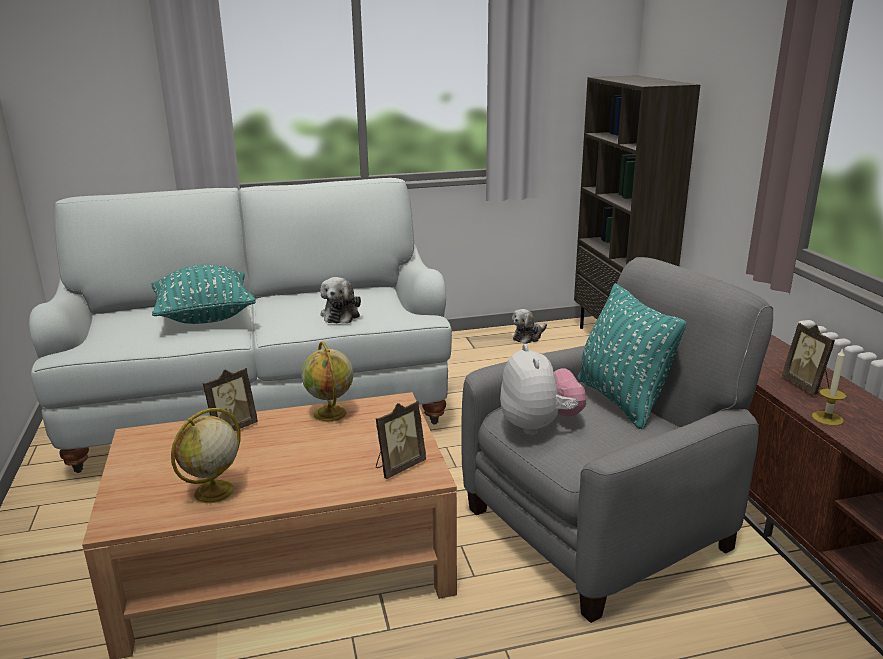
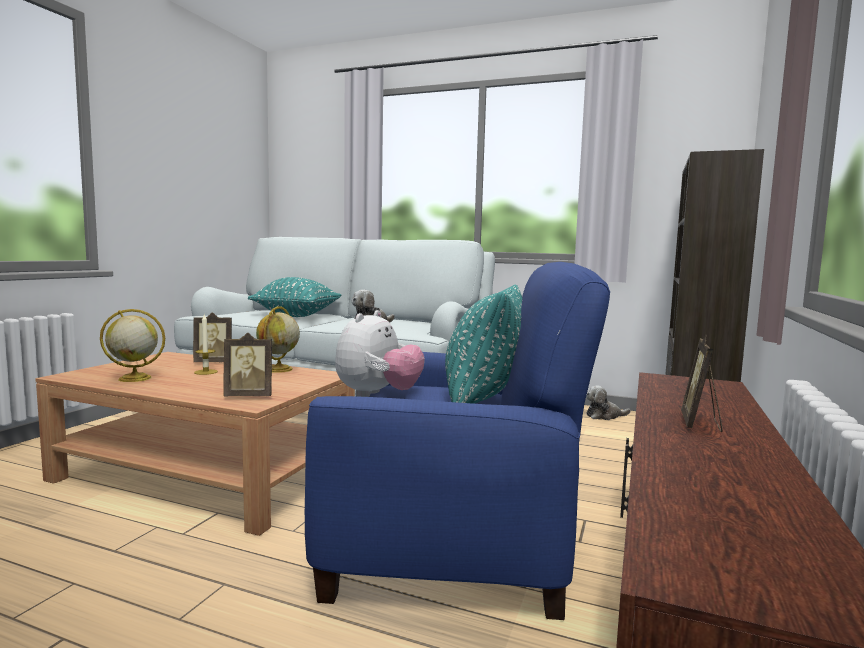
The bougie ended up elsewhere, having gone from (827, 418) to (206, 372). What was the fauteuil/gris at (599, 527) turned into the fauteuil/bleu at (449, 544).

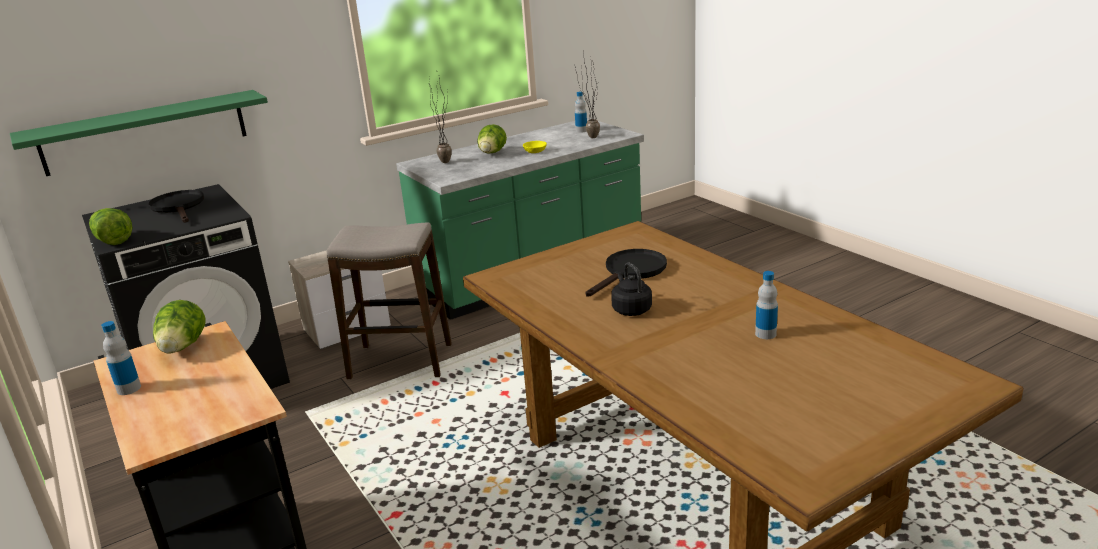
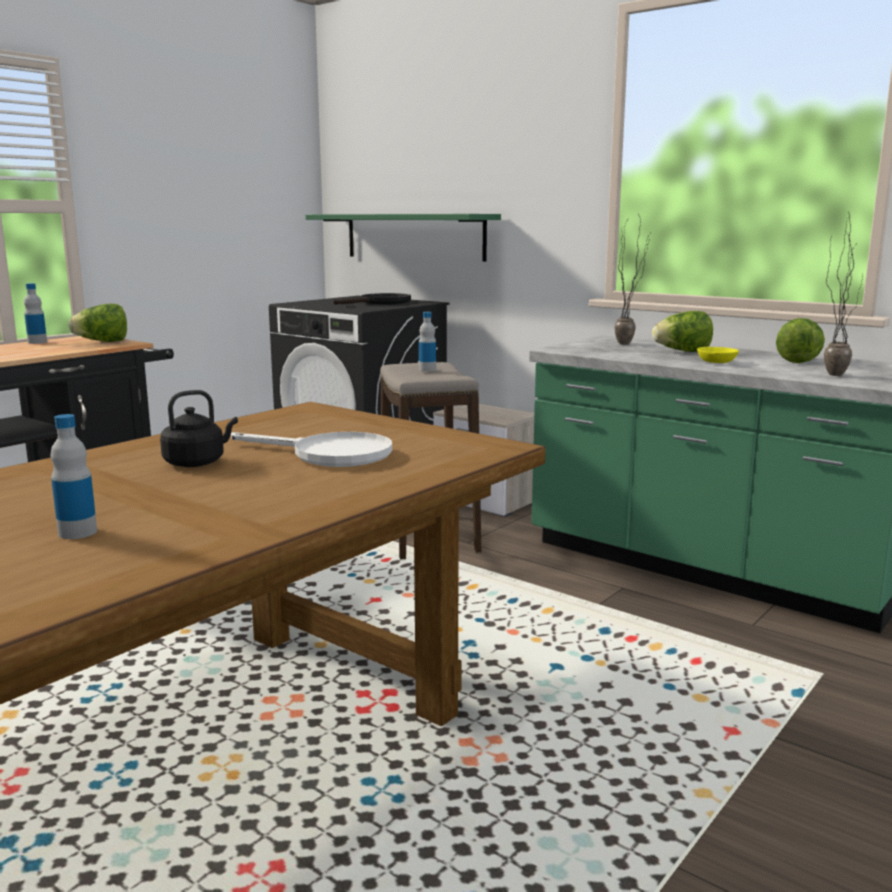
What was the poêle/noir at (631, 272) turned into the poêle/blanc at (329, 454). The bouteille ended up elsewhere, having gone from (581, 130) to (427, 369). The laitue ended up elsewhere, having gone from (113, 241) to (797, 360).

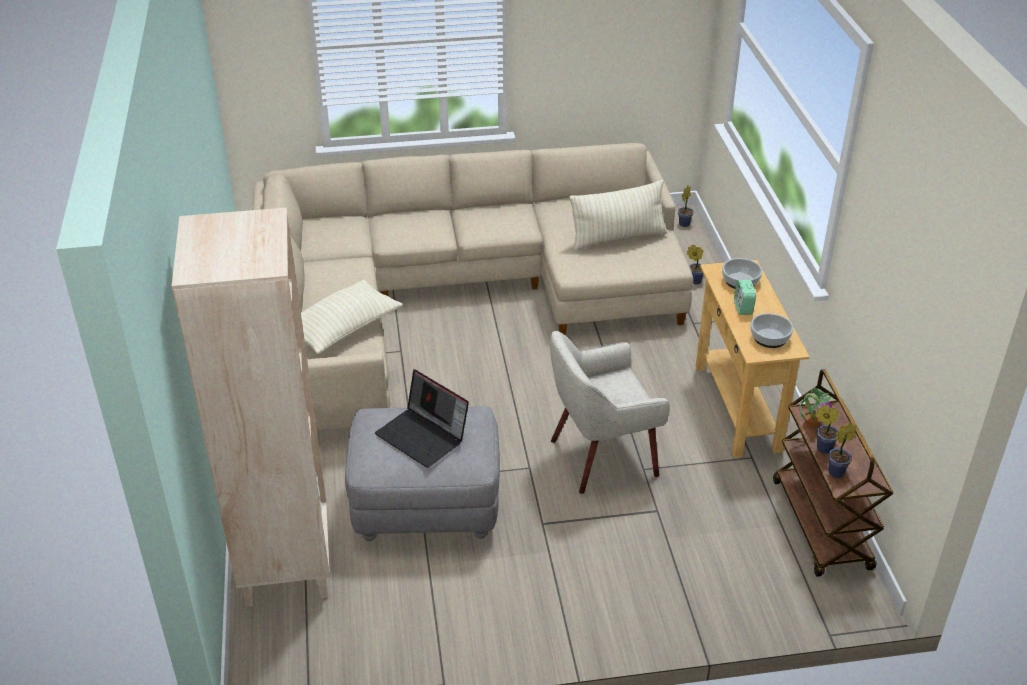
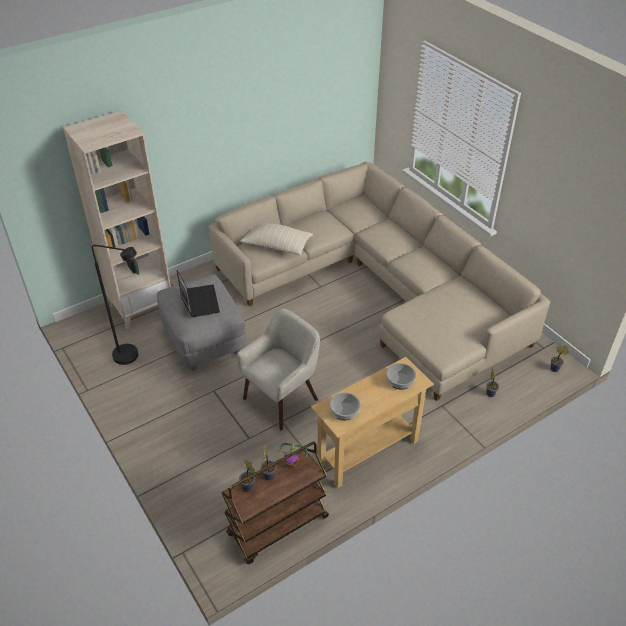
The second view gained the lampadaire/noir at (132, 356). The ordinateur portable at (423, 436) ended up facing another way, 150 degrees clockwise from before. The fauteuil/beige at (601, 456) ended up facing another way, 90 degrees clockwise from before. The second view lost the coussin/beige at (617, 238). The second view lost the réveil at (743, 308).

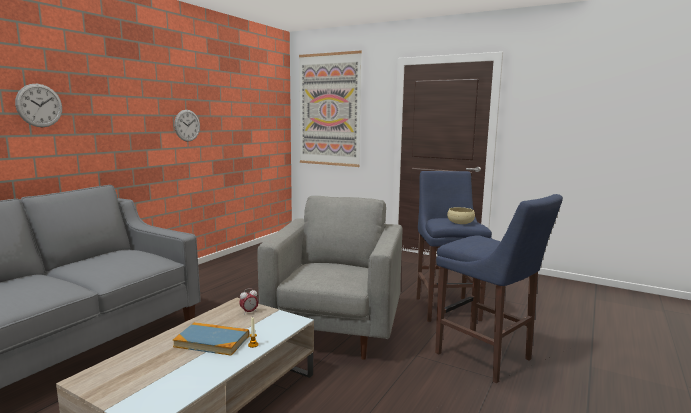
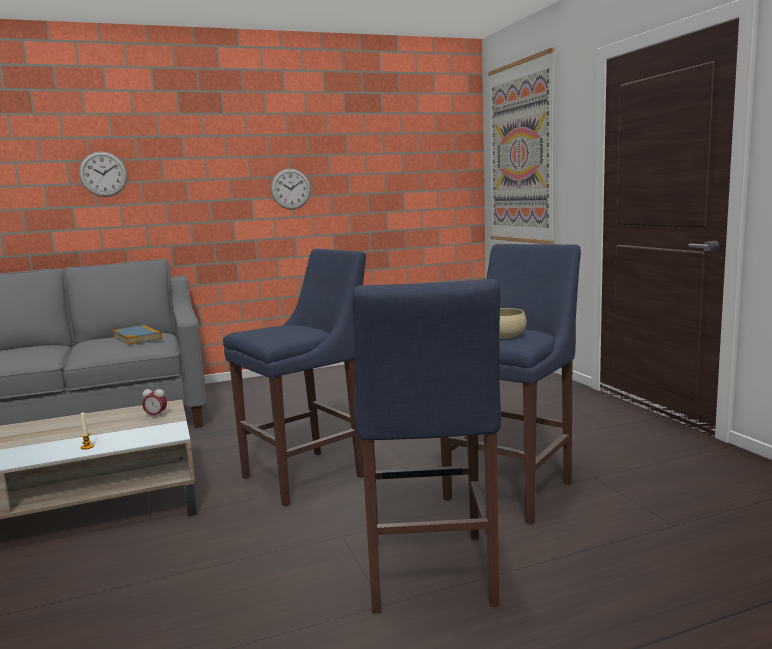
The livre ended up elsewhere, having gone from (212, 341) to (137, 337). Where the fauteuil/gris stood at (335, 330), the tabouret/bleu came to stand at (309, 475).

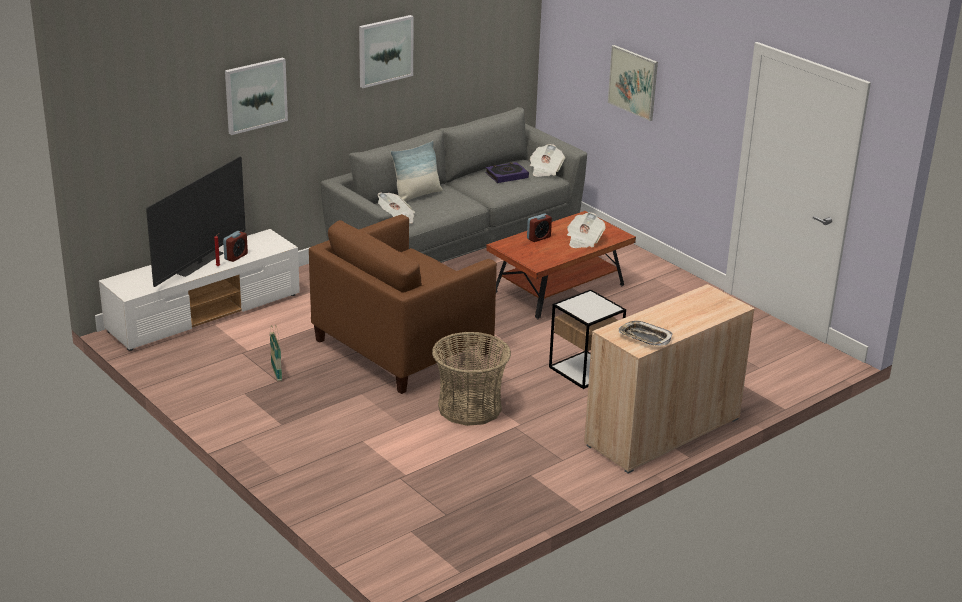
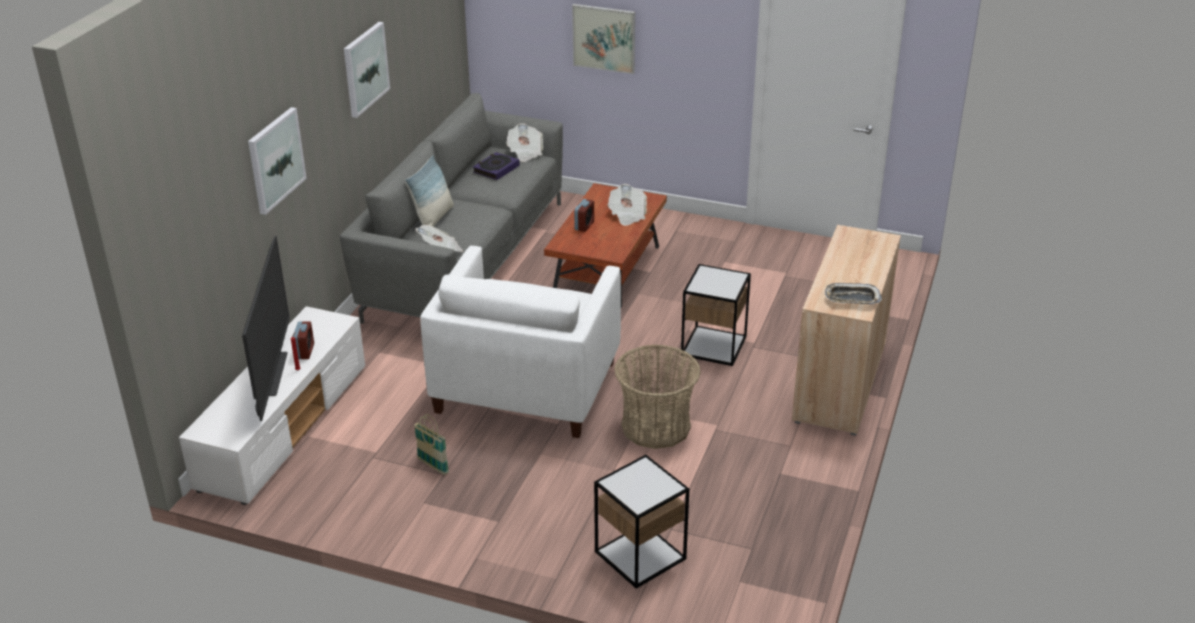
What was the fauteuil/marron at (402, 346) turned into the fauteuil/blanc at (526, 386). The second view gained the table d'appoint at (640, 555).

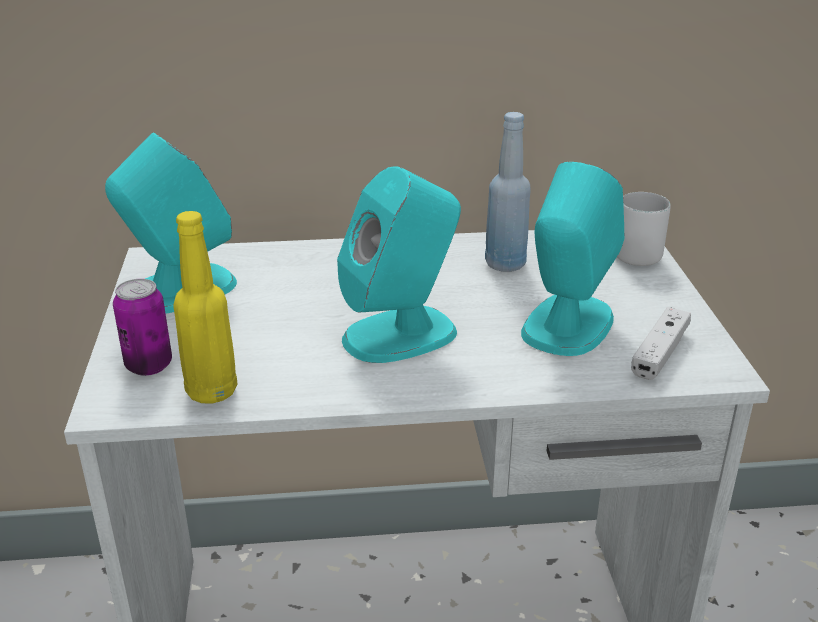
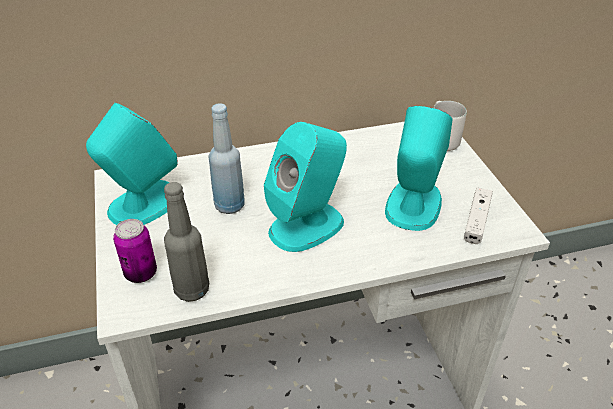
What was the bouteille/jaune at (211, 391) turned into the bouteille/gris at (191, 290). The bouteille/bleu ended up elsewhere, having gone from (505, 264) to (229, 206).

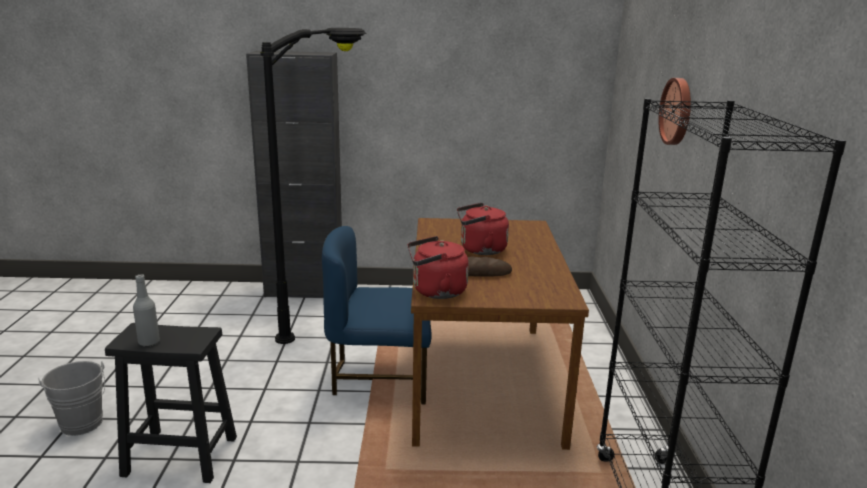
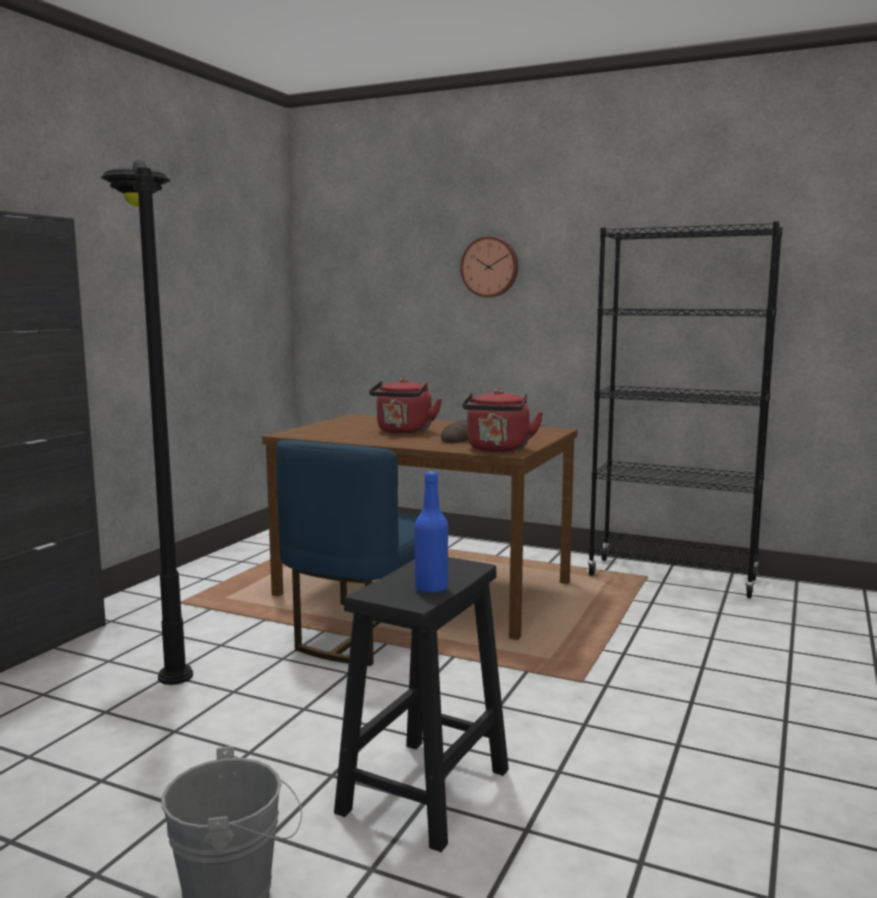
What was the bouteille/gris at (149, 342) turned into the bouteille/bleu at (431, 588).

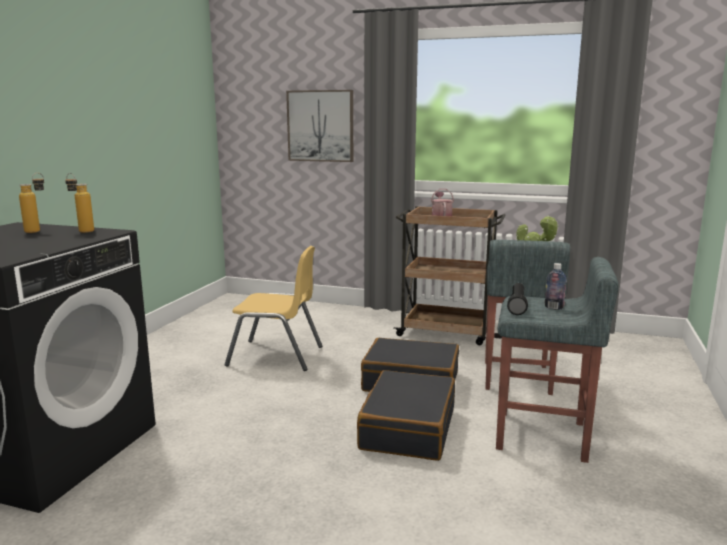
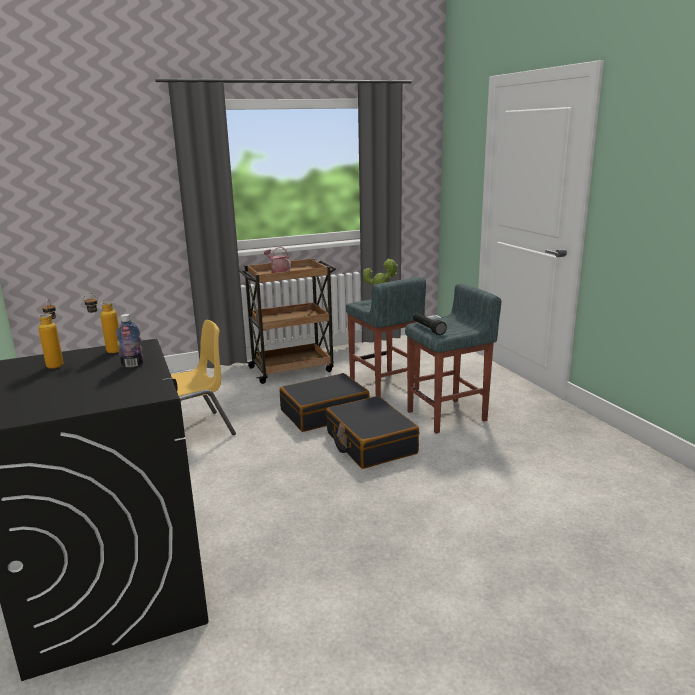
The bouteille ended up elsewhere, having gone from (554, 307) to (132, 365). The second view lost the tableau at (320, 126).

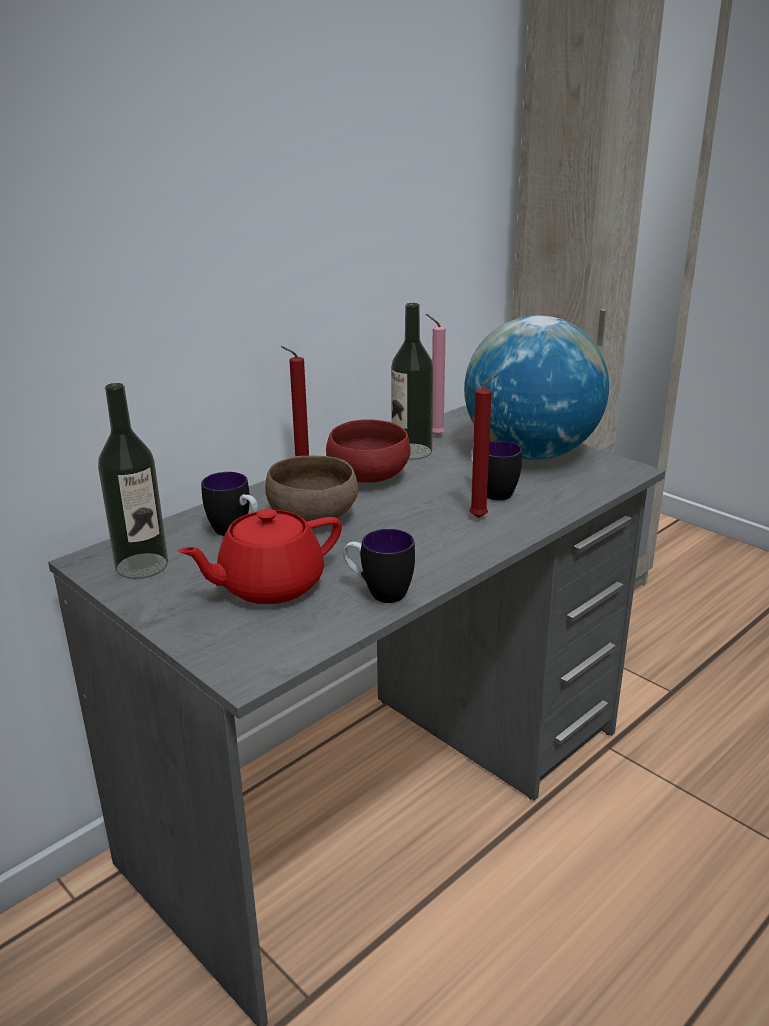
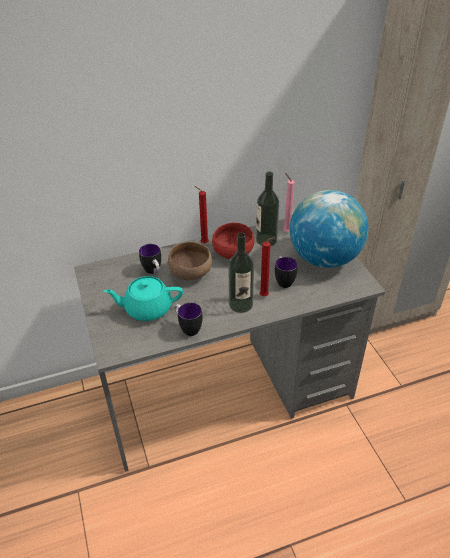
What was the théière/rouge at (269, 586) turned into the théière/turquoise at (147, 309). The bouteille ended up elsewhere, having gone from (142, 566) to (241, 304).

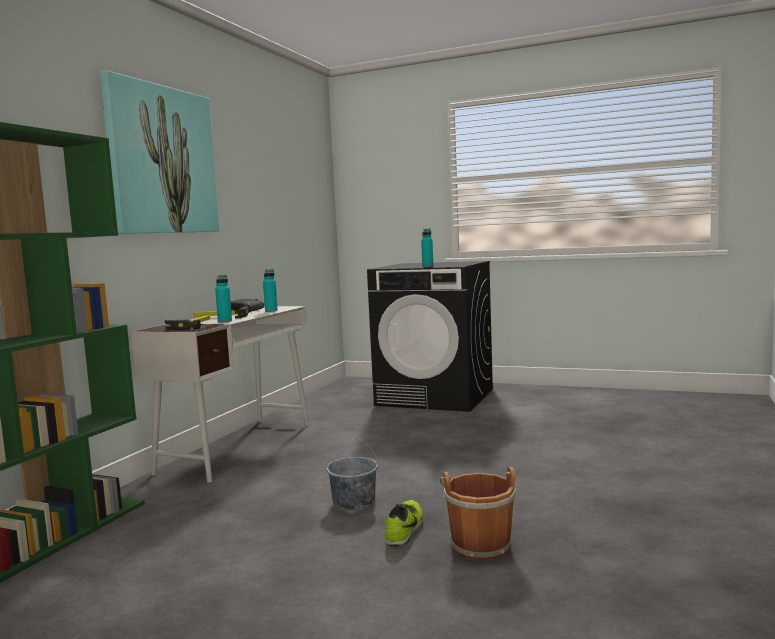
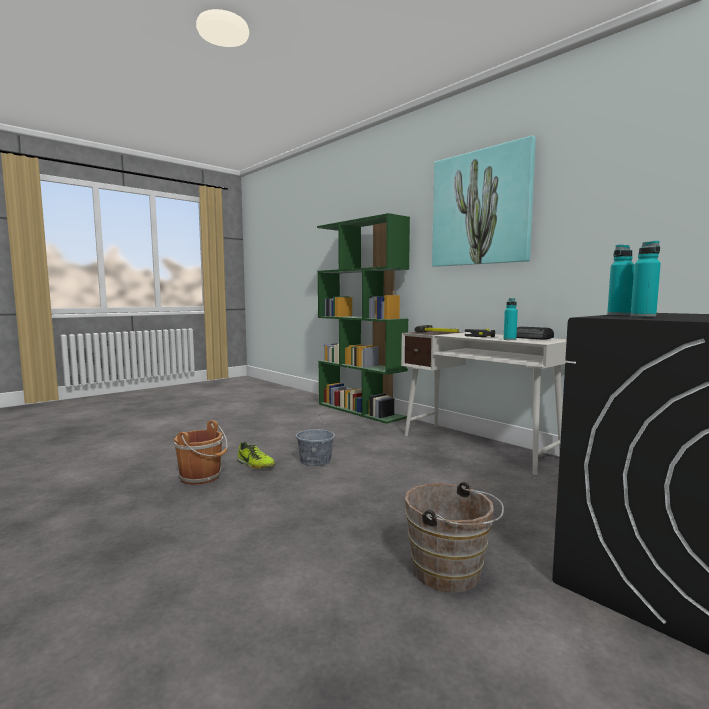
The second view gained the seau/marron at (451, 574). The bouteille/turquoise ended up elsewhere, having gone from (225, 321) to (643, 316).

